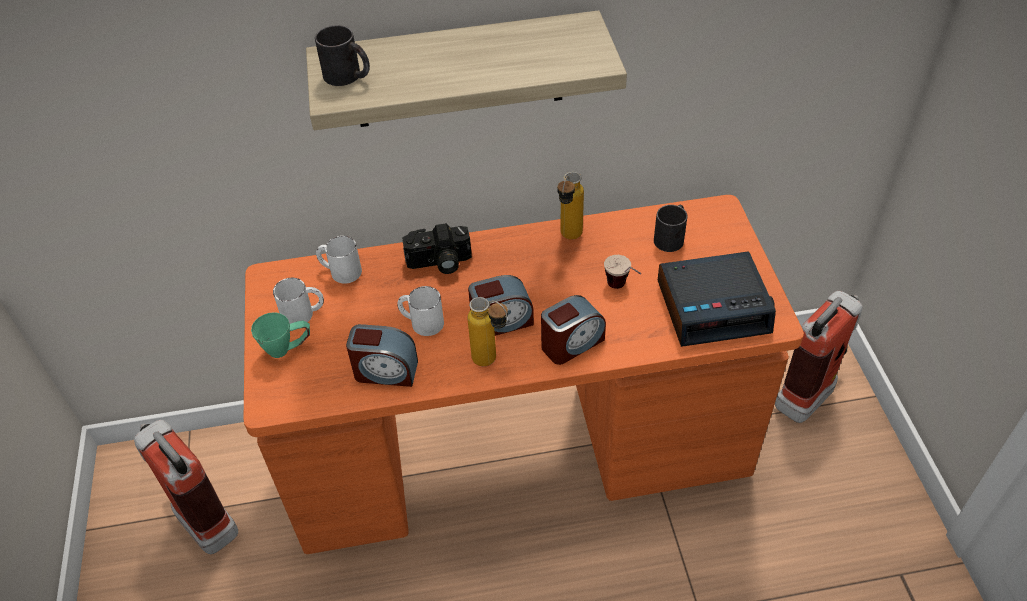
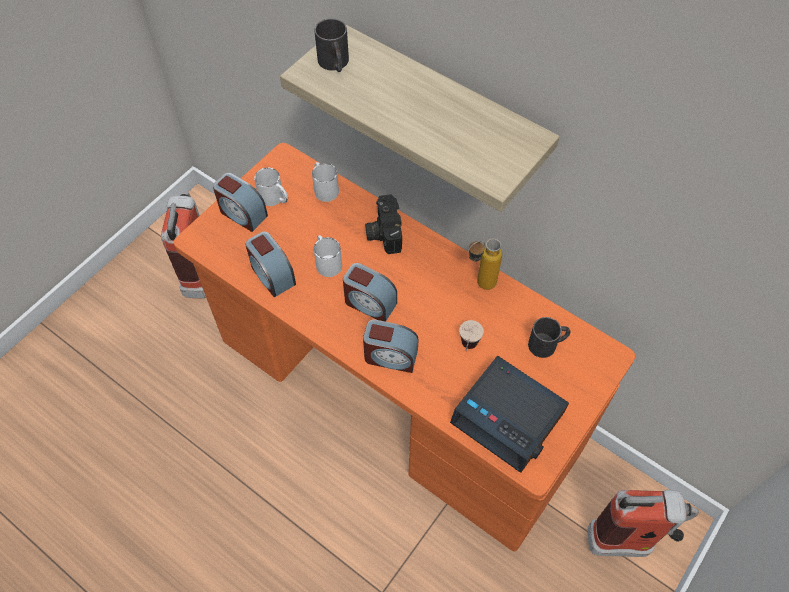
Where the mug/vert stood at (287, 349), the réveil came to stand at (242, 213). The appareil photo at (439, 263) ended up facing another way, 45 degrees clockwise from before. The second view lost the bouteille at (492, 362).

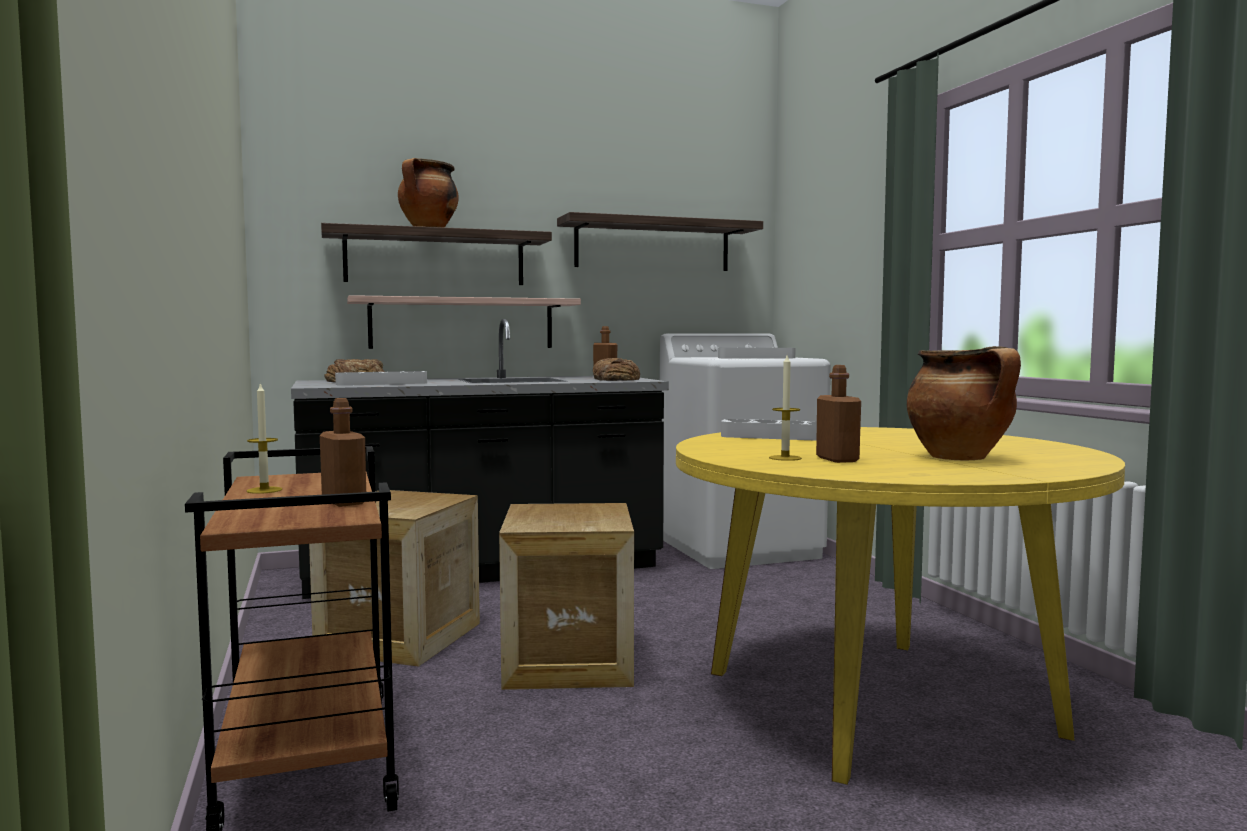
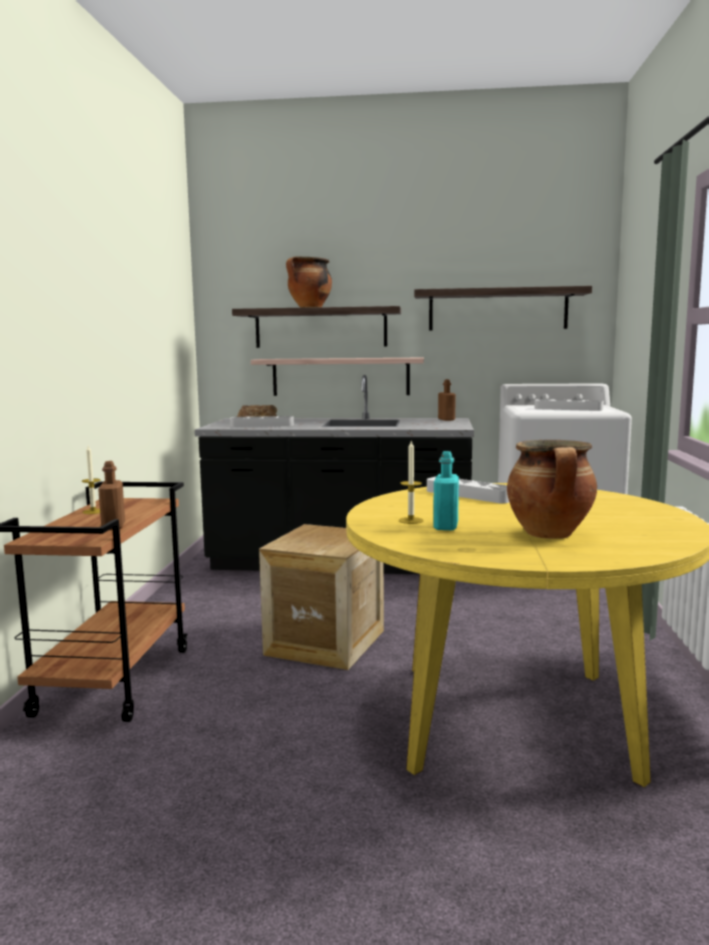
What was the bouteille/marron at (837, 459) turned into the bouteille/turquoise at (445, 526). The second view lost the caisse at (400, 637). The second view lost the pain at (614, 379).

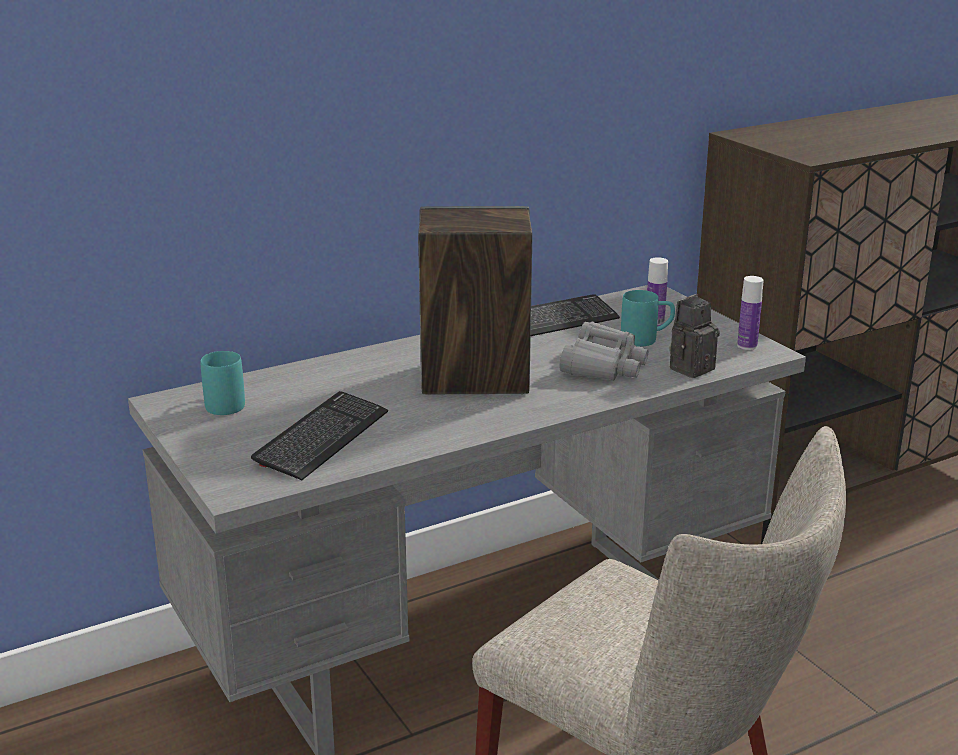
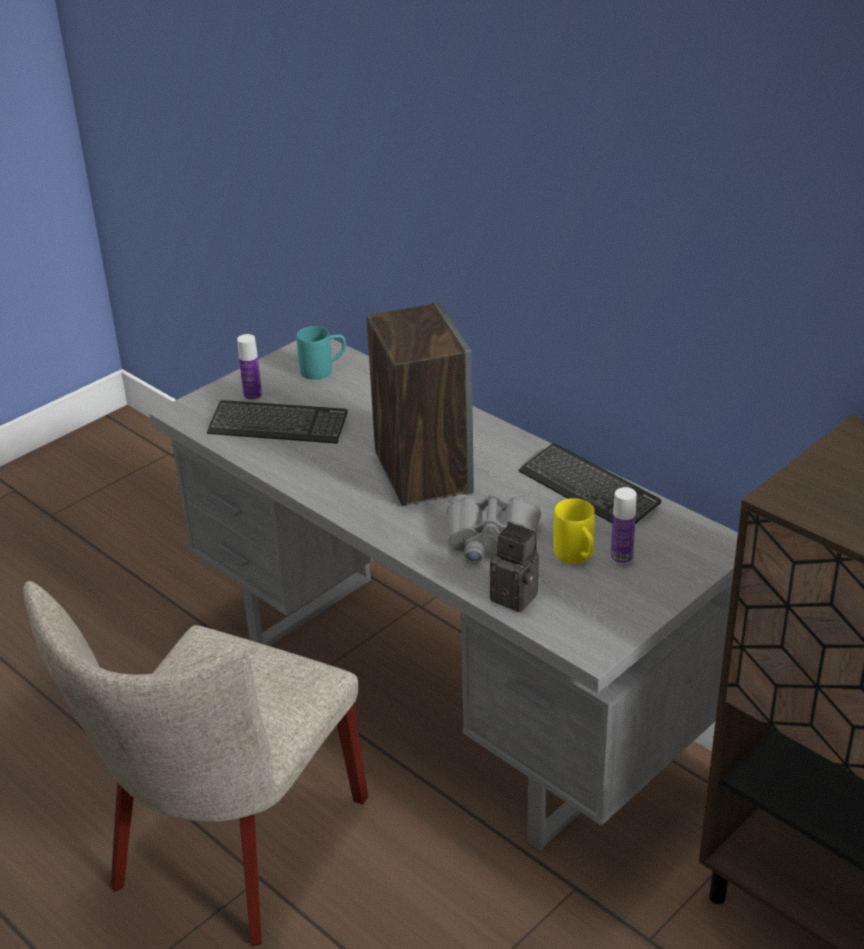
The bouteille ended up elsewhere, having gone from (747, 346) to (253, 396). What was the mug/turquoise at (646, 339) turned into the mug/jaune at (577, 557).

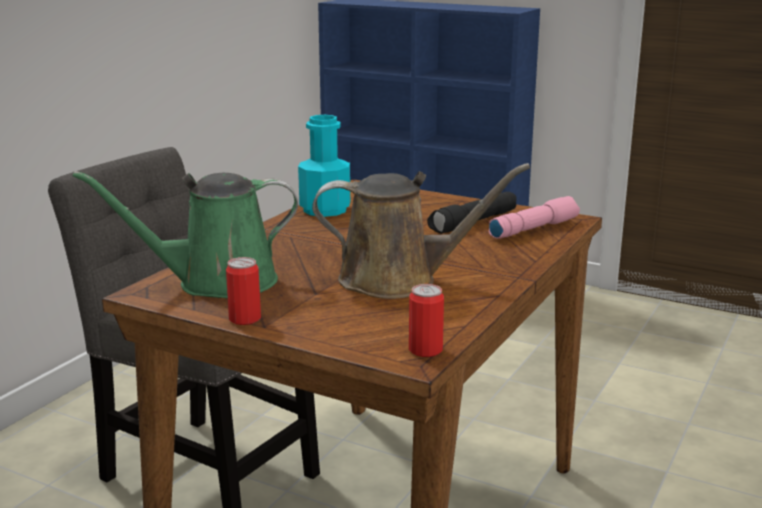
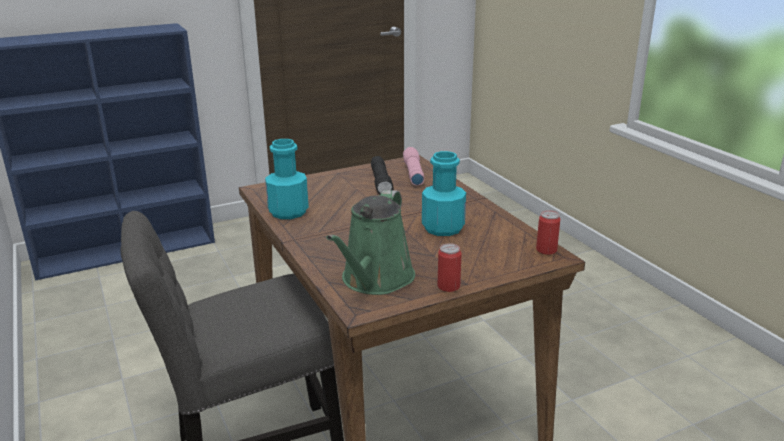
Where the arrosoir/marron stood at (398, 280), the bouteille/turquoise came to stand at (443, 228).

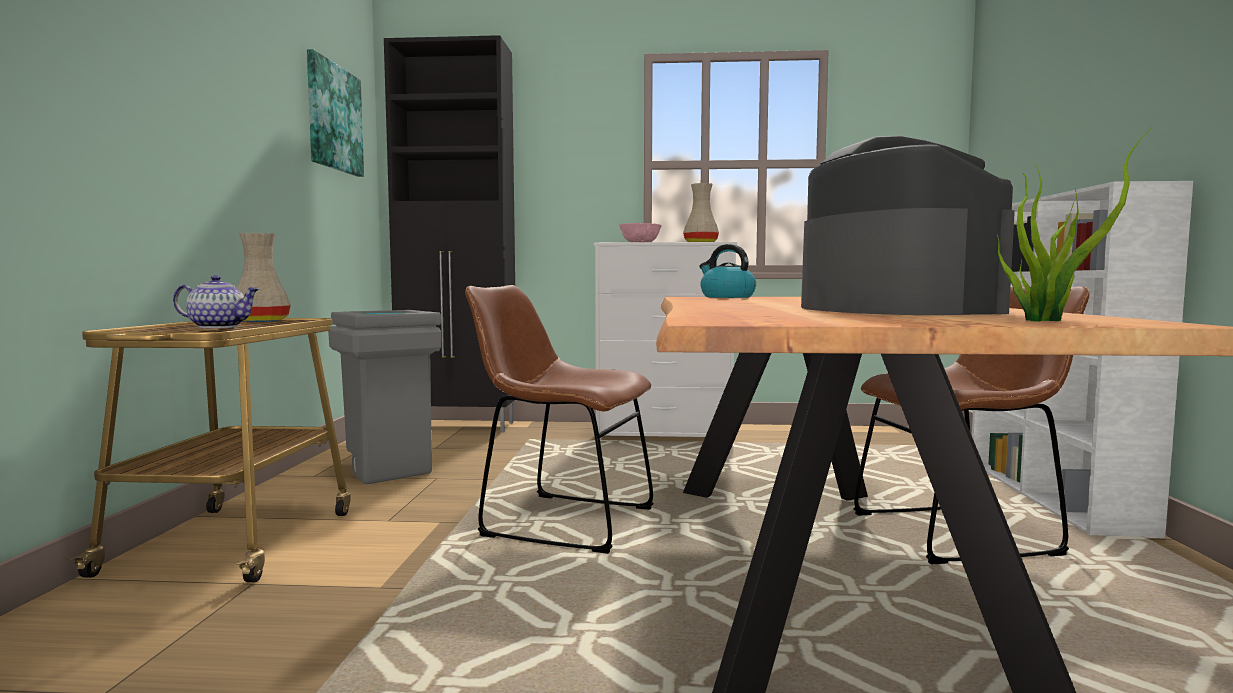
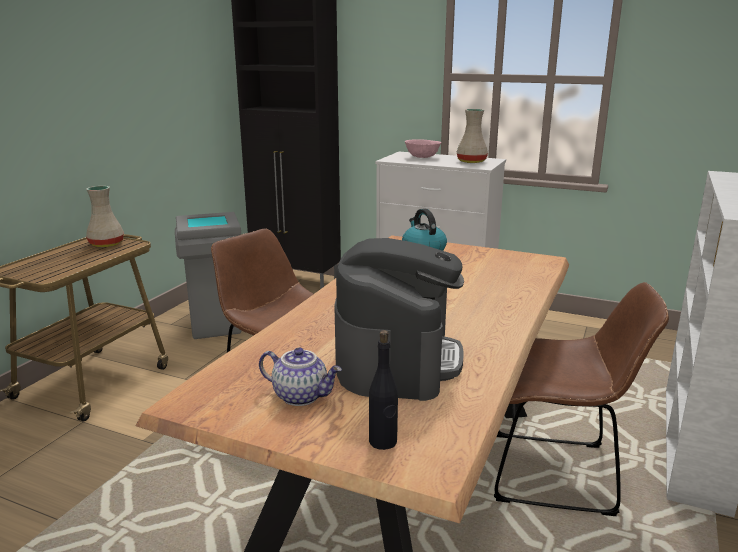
The théière ended up elsewhere, having gone from (219, 327) to (301, 396). Where the plante en pot stood at (1048, 320), the bouteille/noir came to stand at (383, 442). The second view lost the tableau at (333, 118).

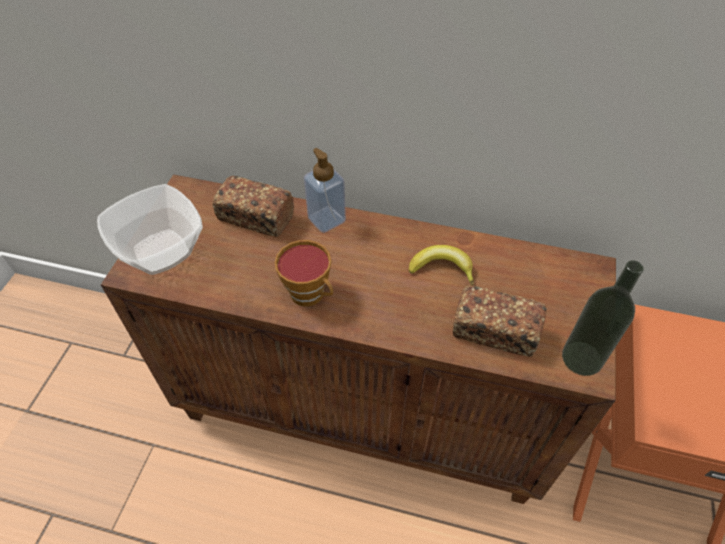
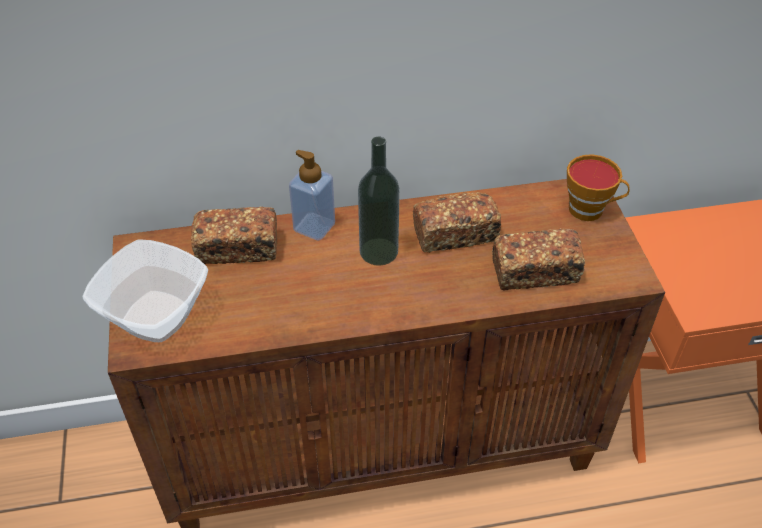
The bouteille ended up elsewhere, having gone from (582, 358) to (379, 251). Where the banane stood at (442, 268), the pain came to stand at (455, 234). The tasse ended up elsewhere, having gone from (310, 294) to (590, 210).

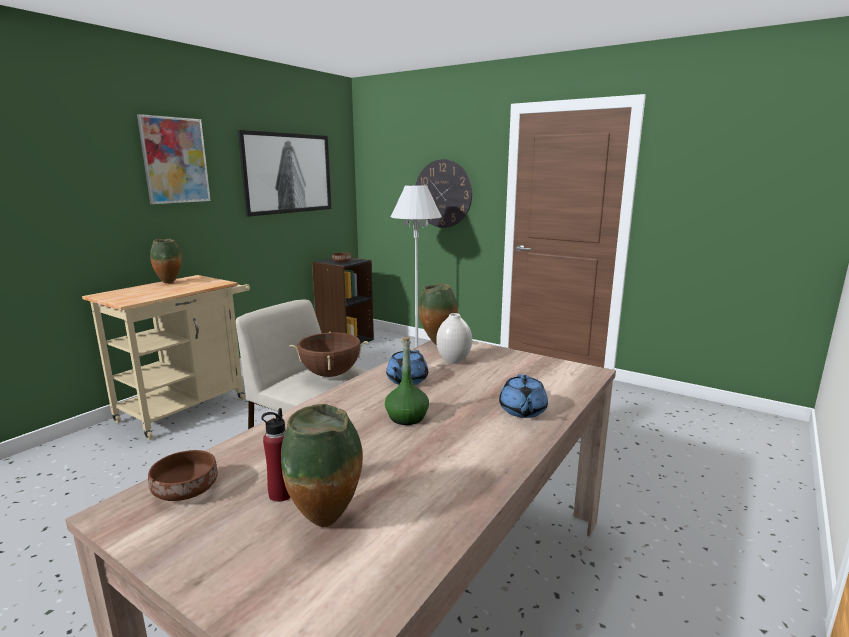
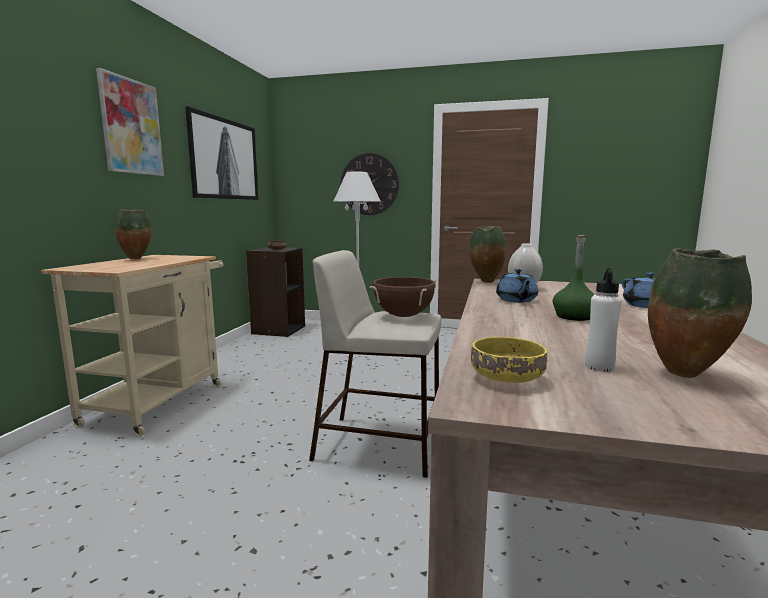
What was the bol/marron at (188, 490) turned into the bol/jaune at (507, 378). What was the bouteille/rouge at (281, 494) turned into the bouteille/blanc at (599, 367).

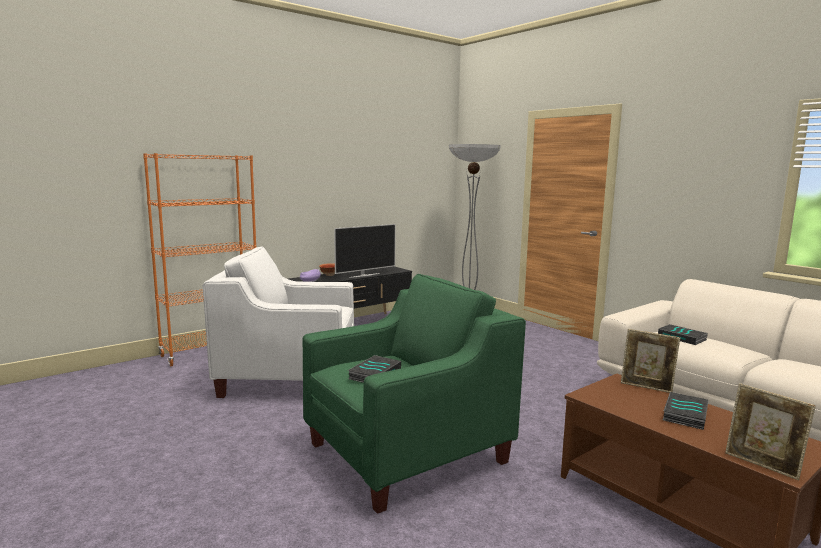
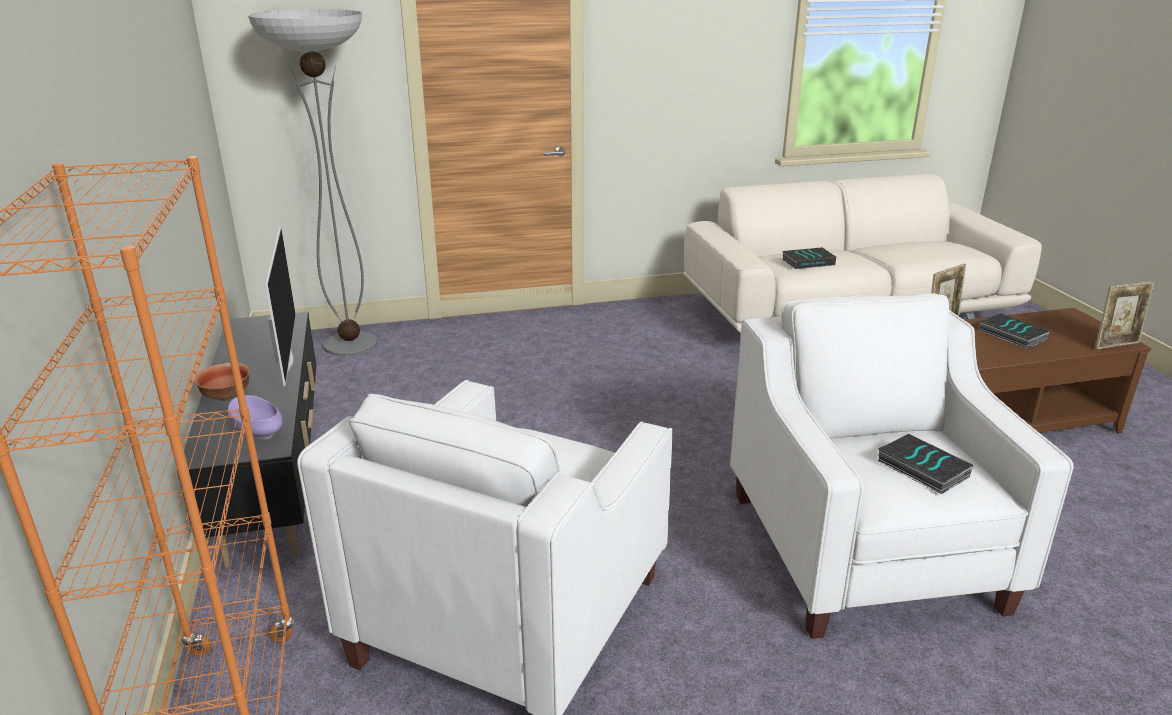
What was the fauteuil/vert at (408, 453) turned into the fauteuil/blanc at (863, 550).

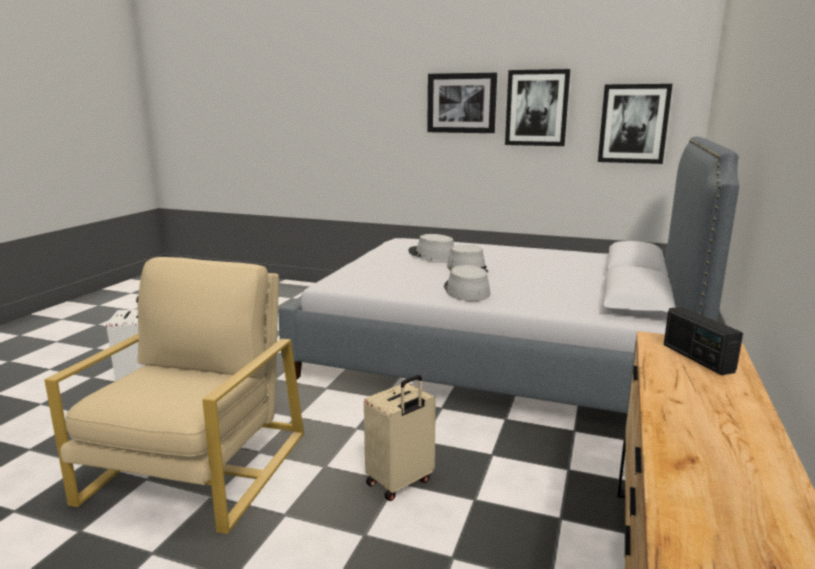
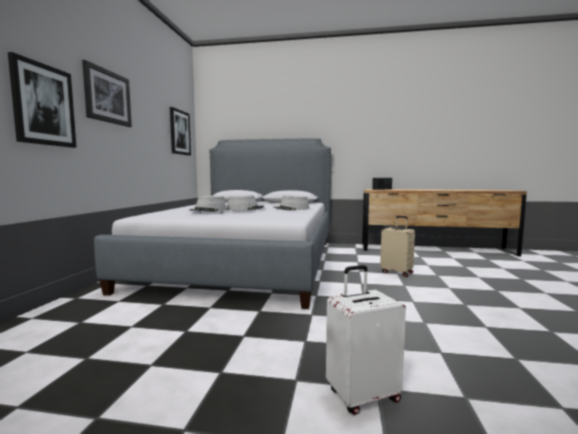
The tableau ended up elsewhere, having gone from (536, 108) to (43, 105). The second view lost the fauteuil/beige at (195, 467).

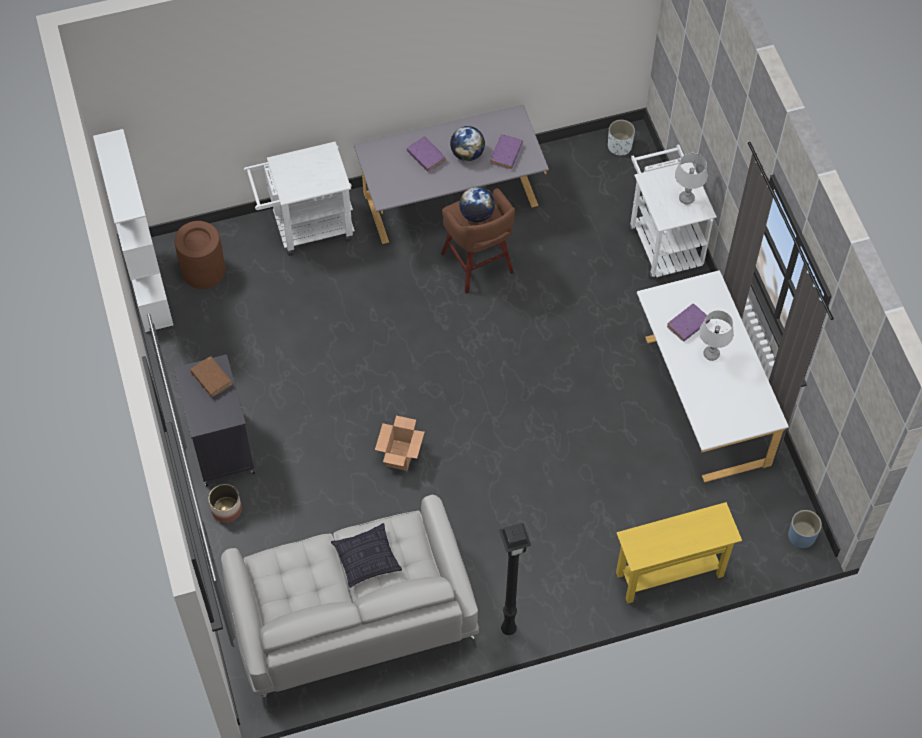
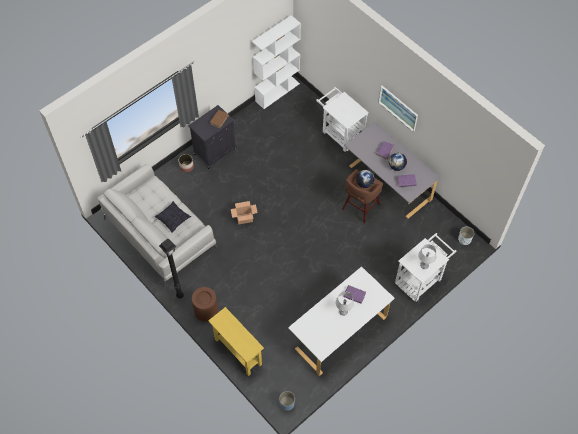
The poubelle/marron ended up elsewhere, having gone from (203, 270) to (206, 310). The second view gained the tableau at (398, 108).

